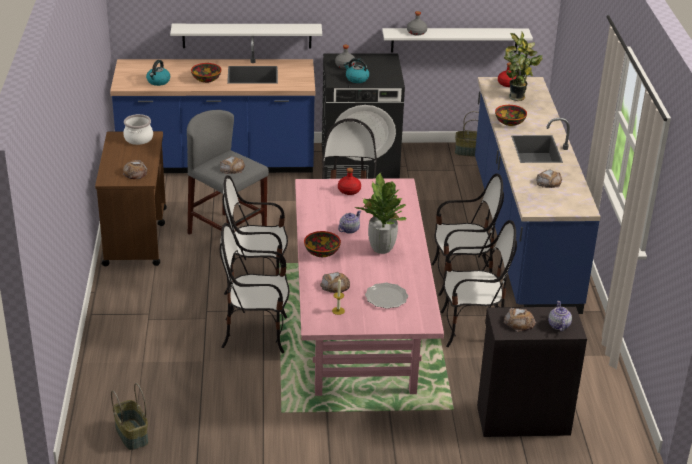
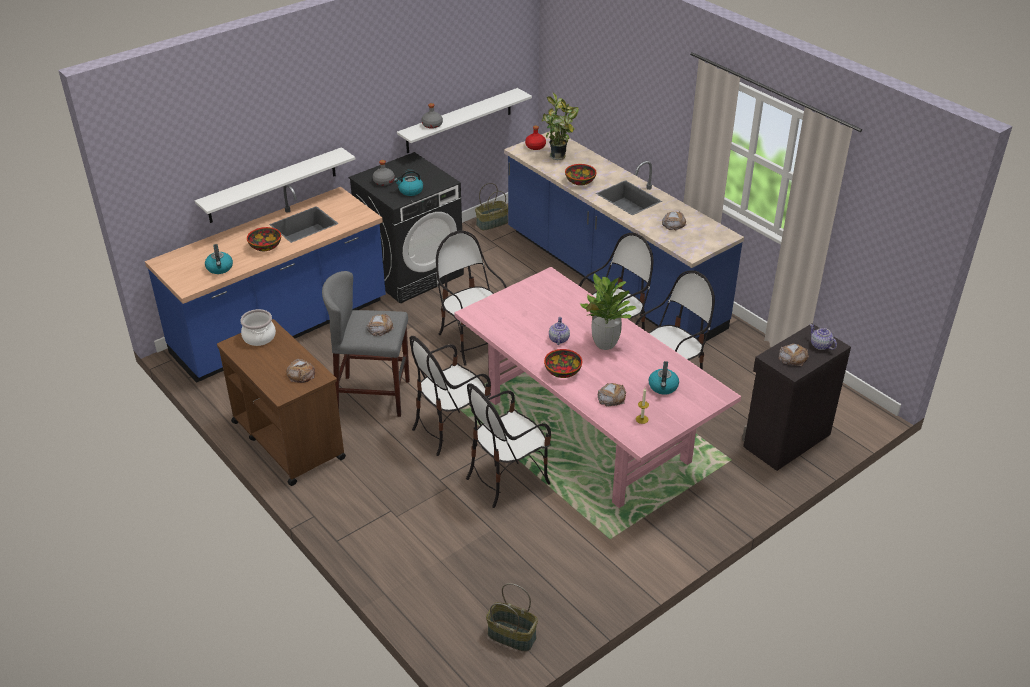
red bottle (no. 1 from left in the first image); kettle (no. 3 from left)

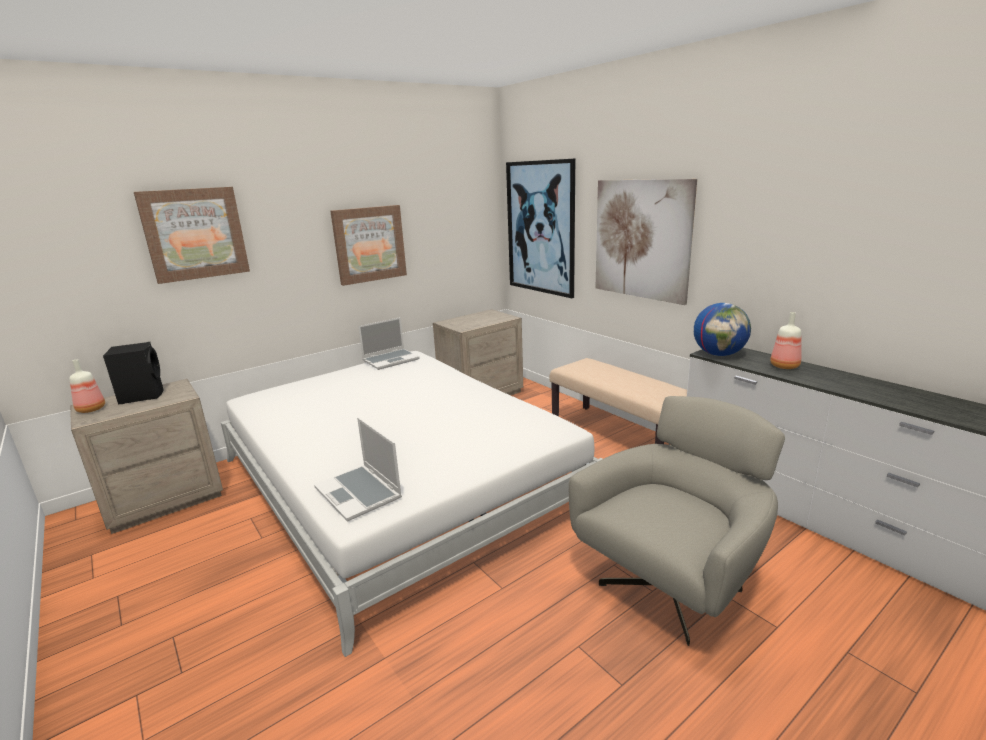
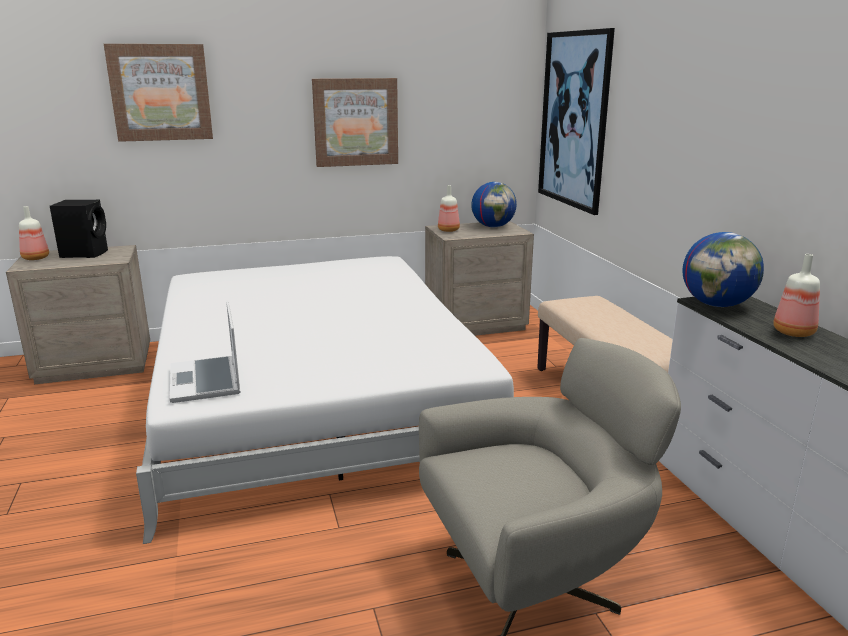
laptop (no. 2 from left in the first image); picture (no. 4 from left in the first image); bottle (no. 2 from left); globe (no. 1 from left)

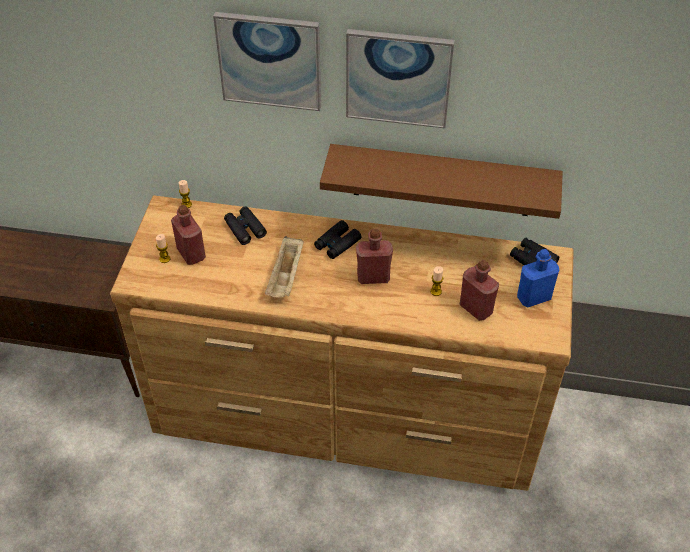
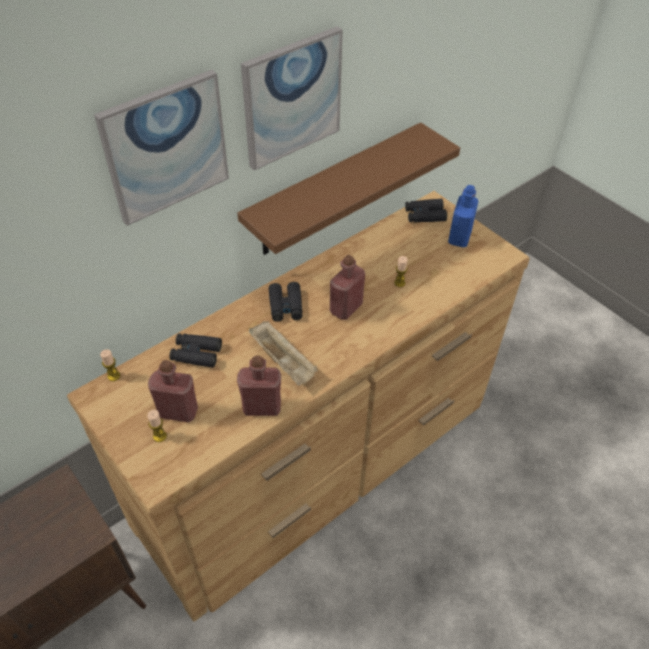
red bottle (no. 2 from left)

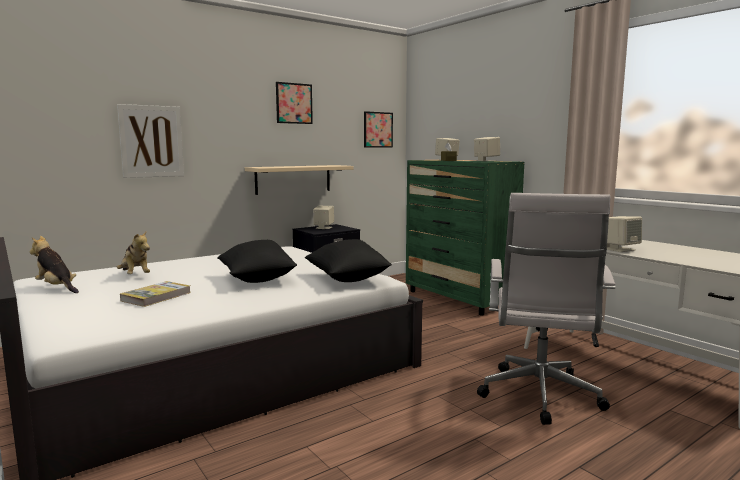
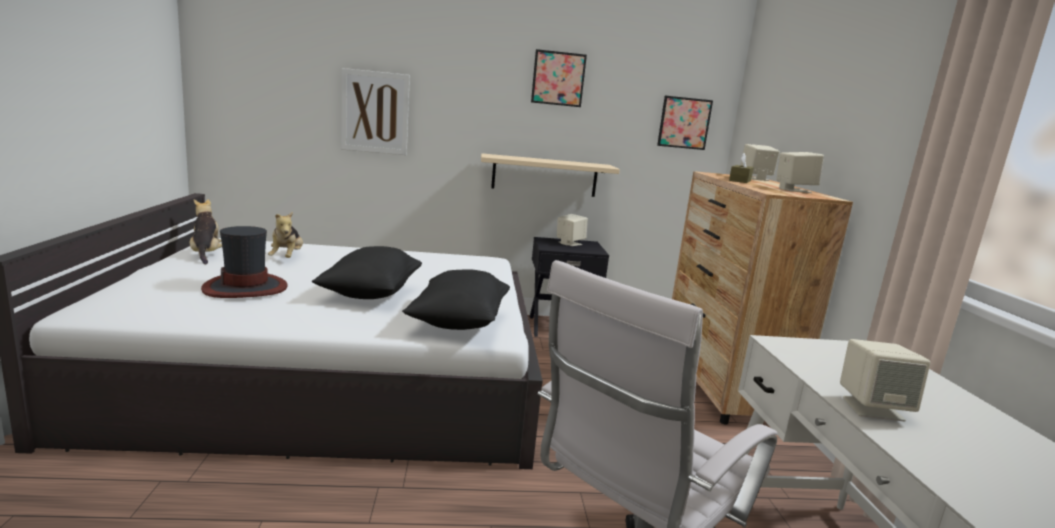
hat; brown dresser

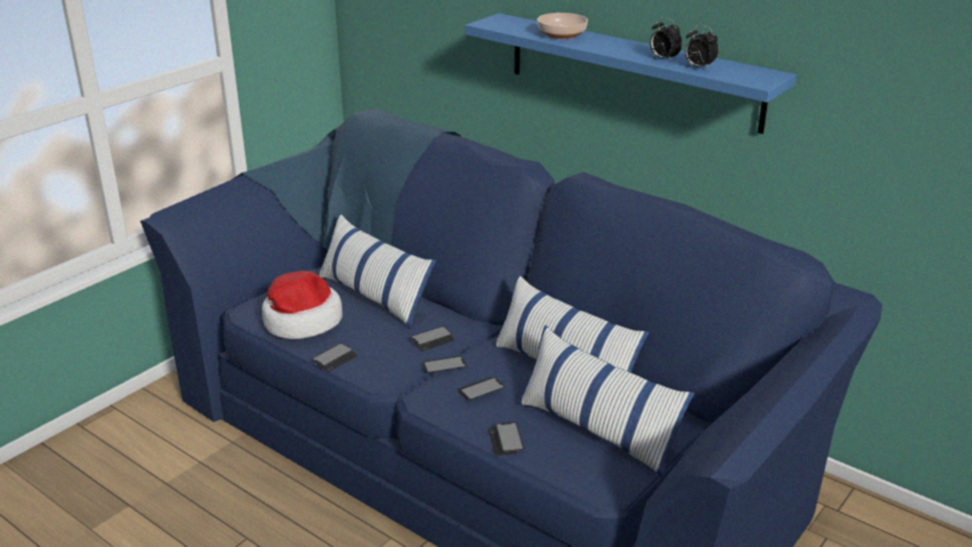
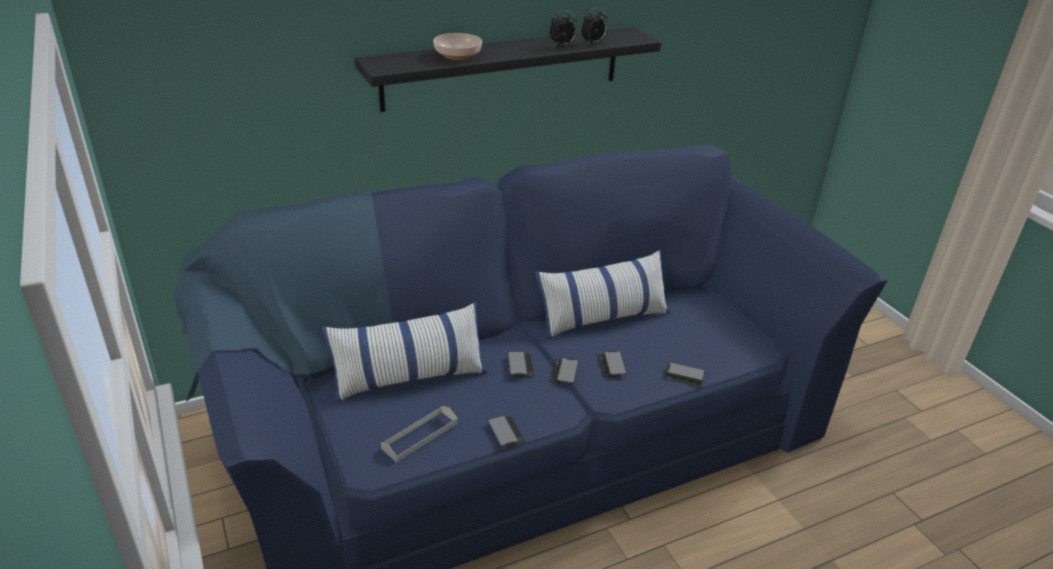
pillow (no. 3 from left in the first image); grey tray; black shelf

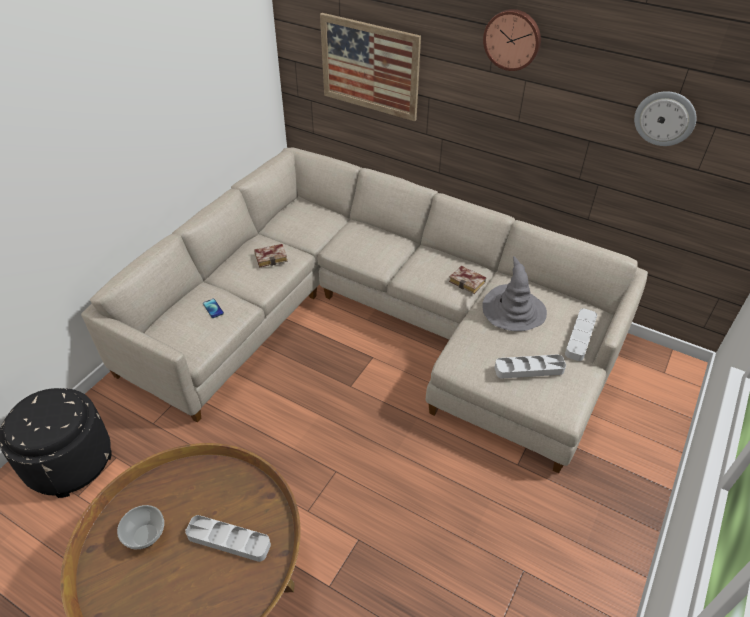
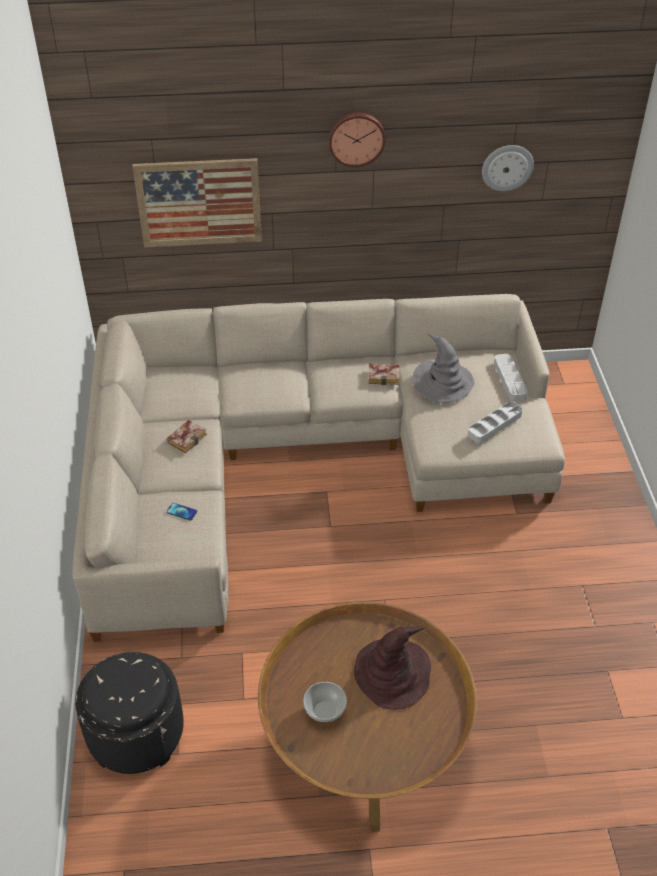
brown hat

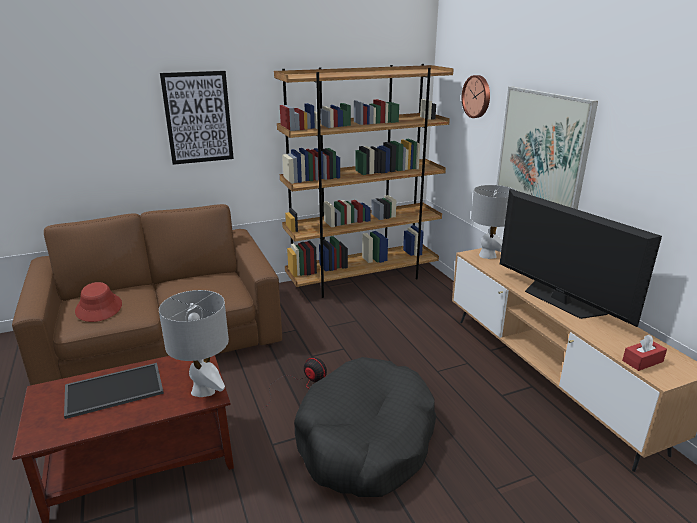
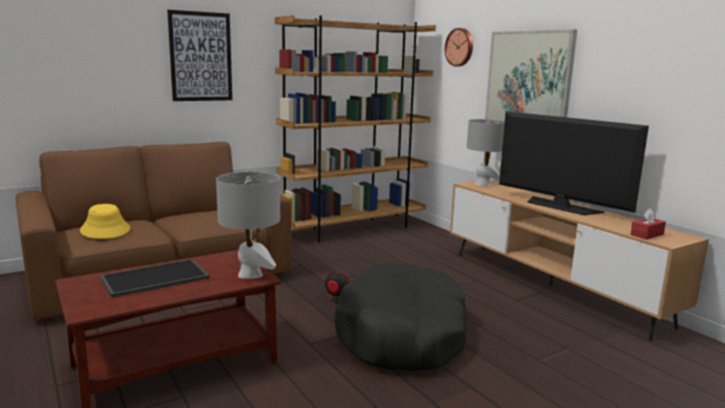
yellow hat

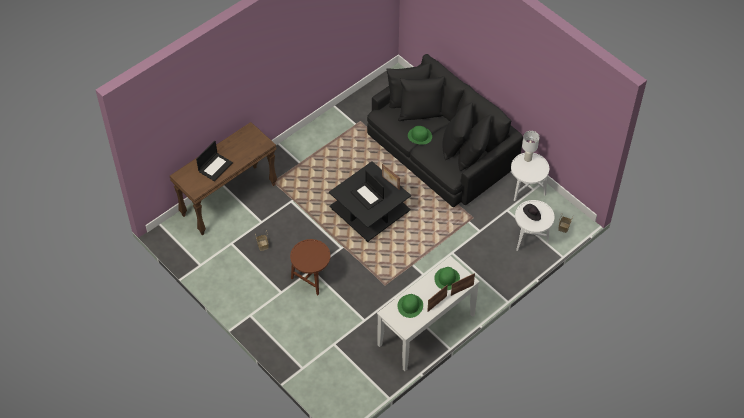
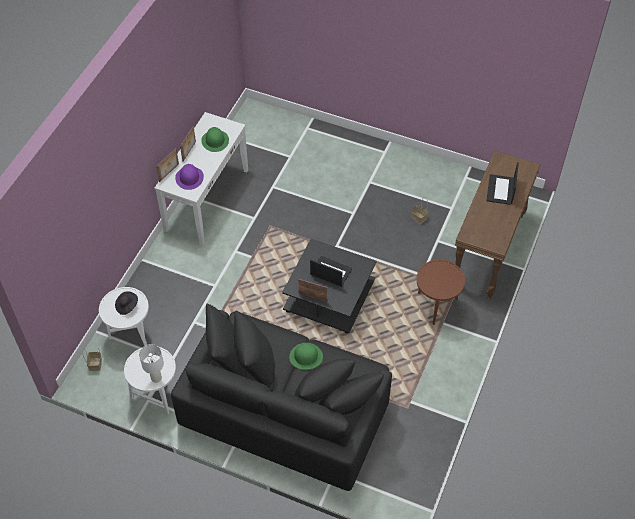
brown side table; purple hat

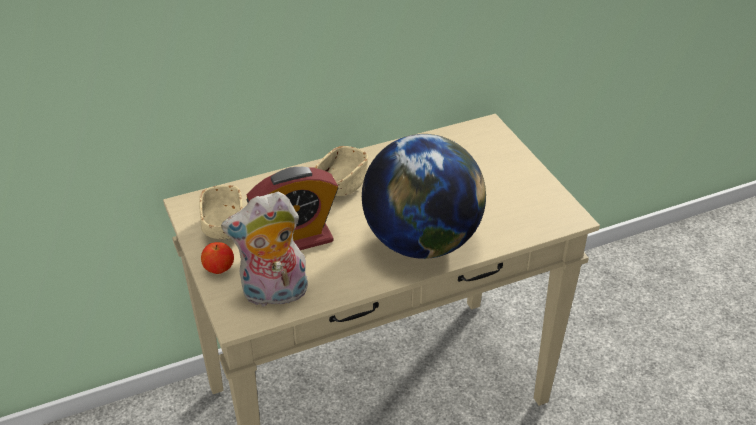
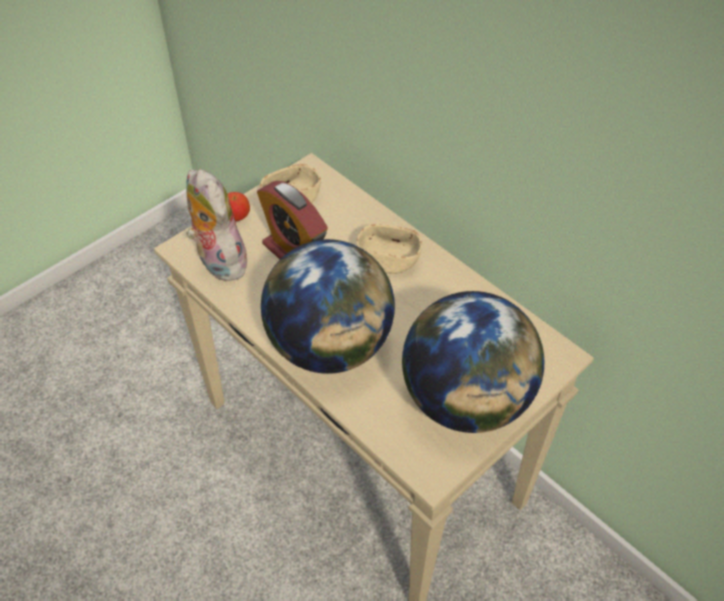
globe (no. 2 from left)

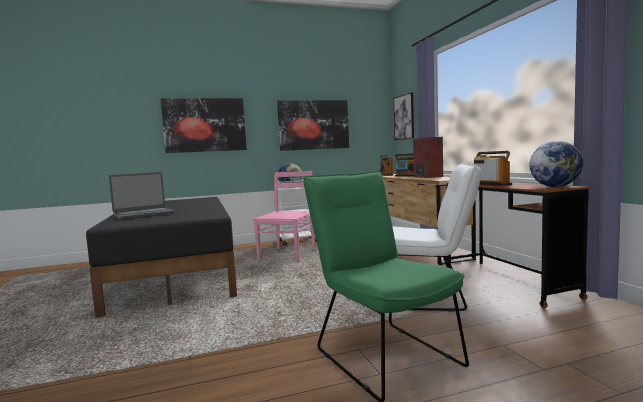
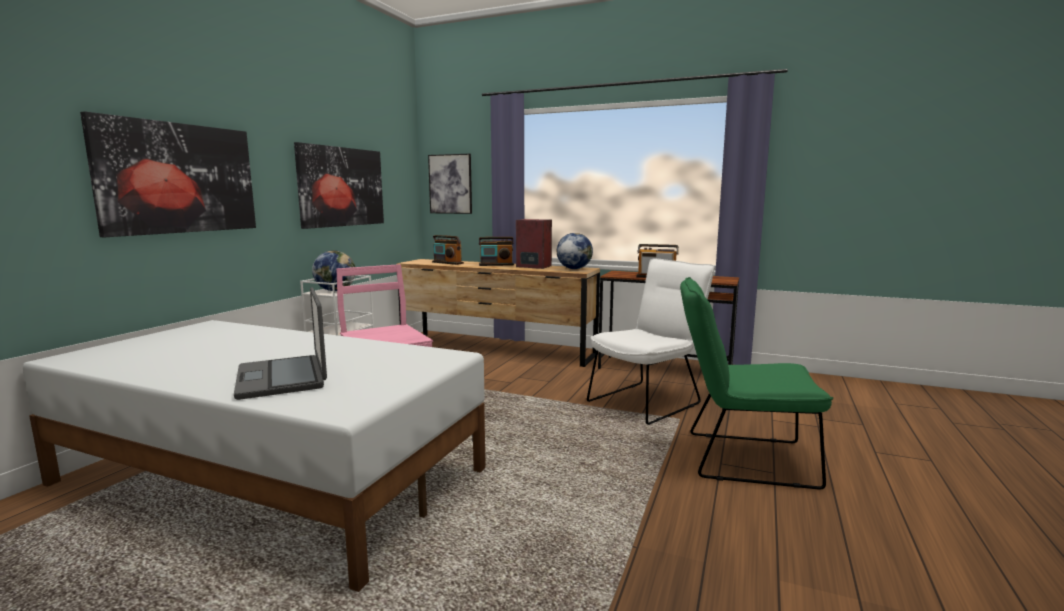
globe (no. 2 from left); white bed; laptop

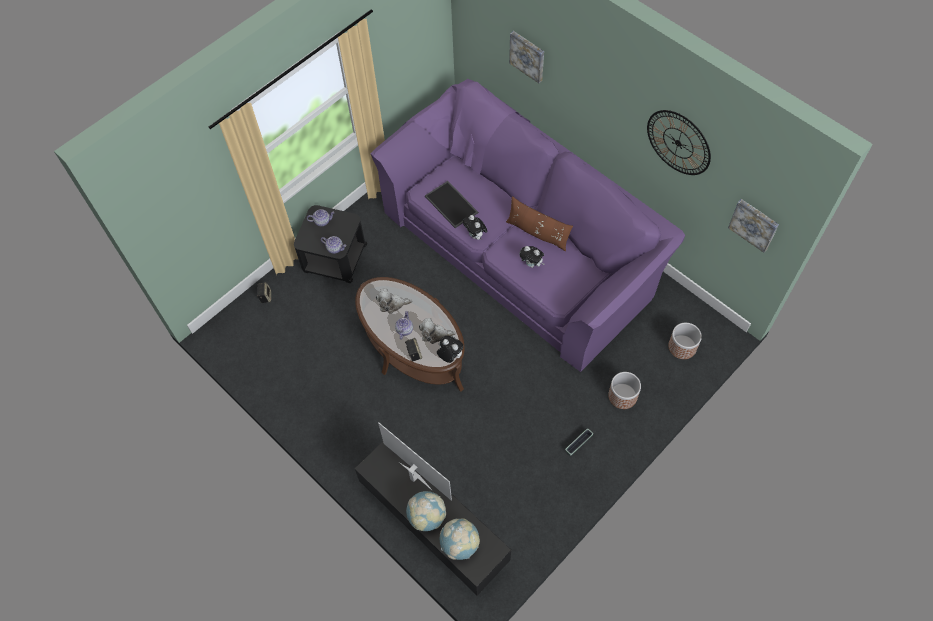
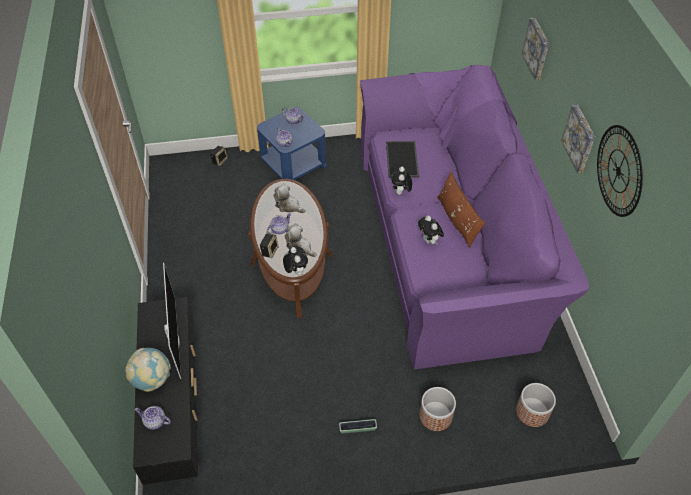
picture (no. 2 from left); teapot (no. 1 from left); blue side table

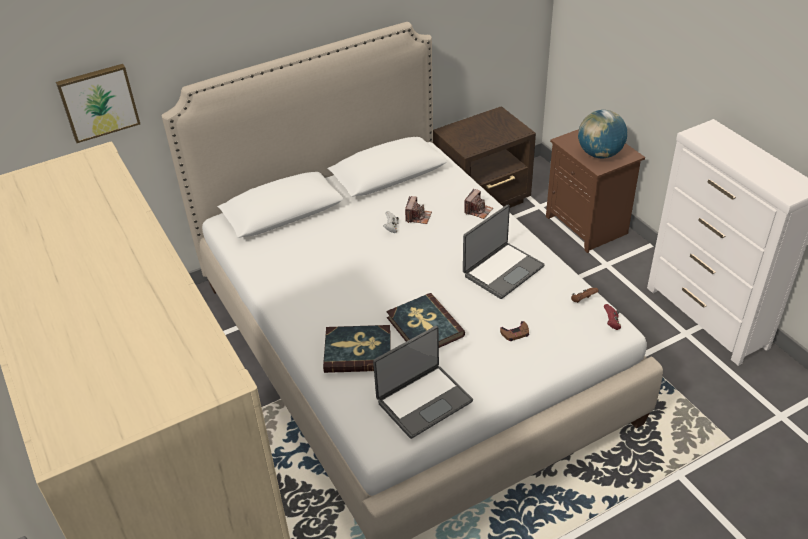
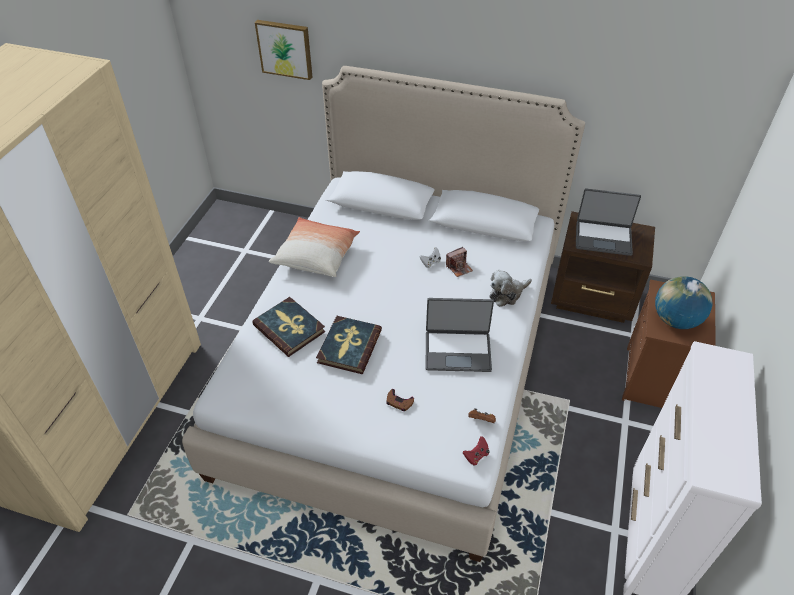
pillow; laptop (no. 2 from left); plush toy

